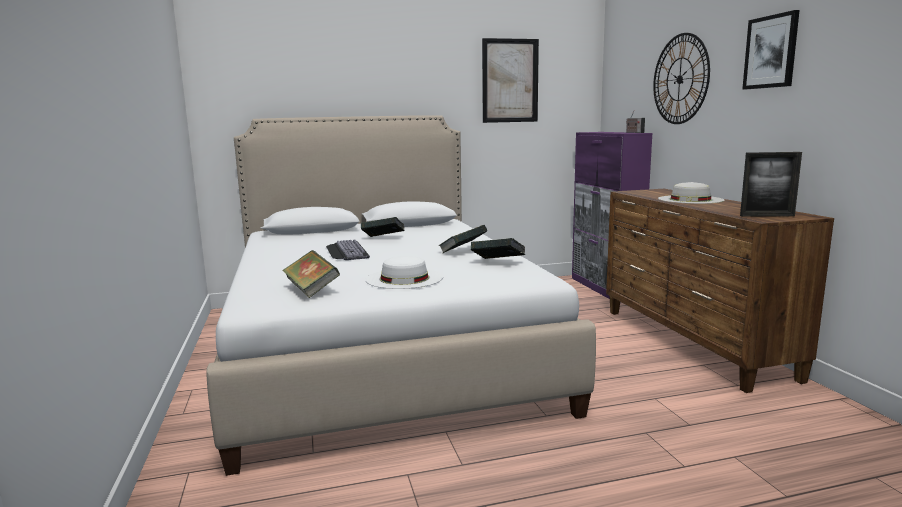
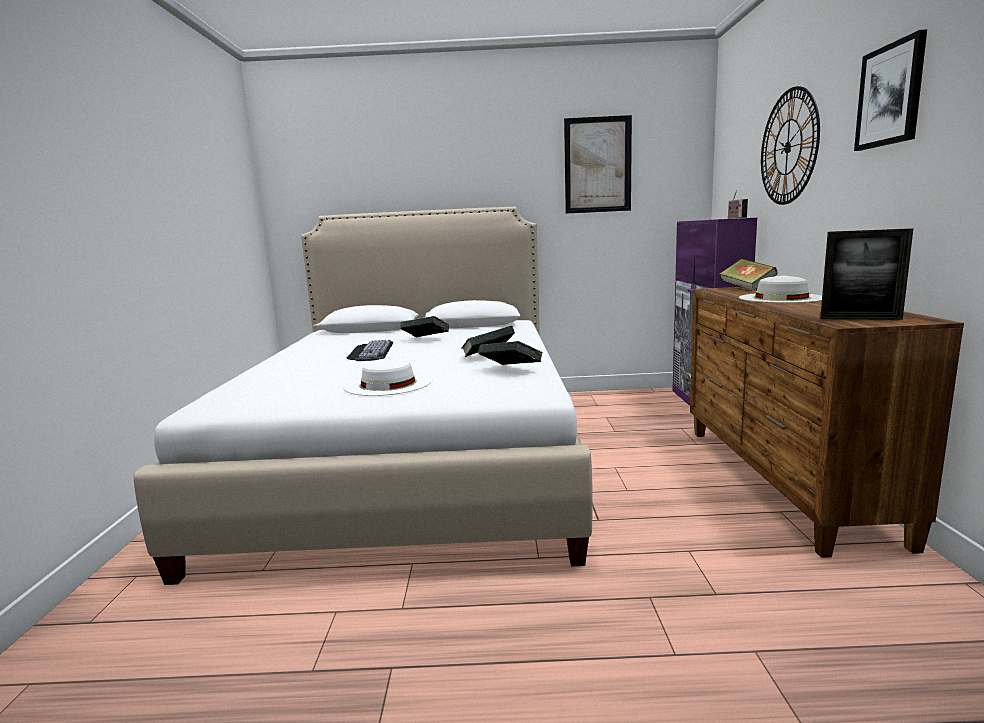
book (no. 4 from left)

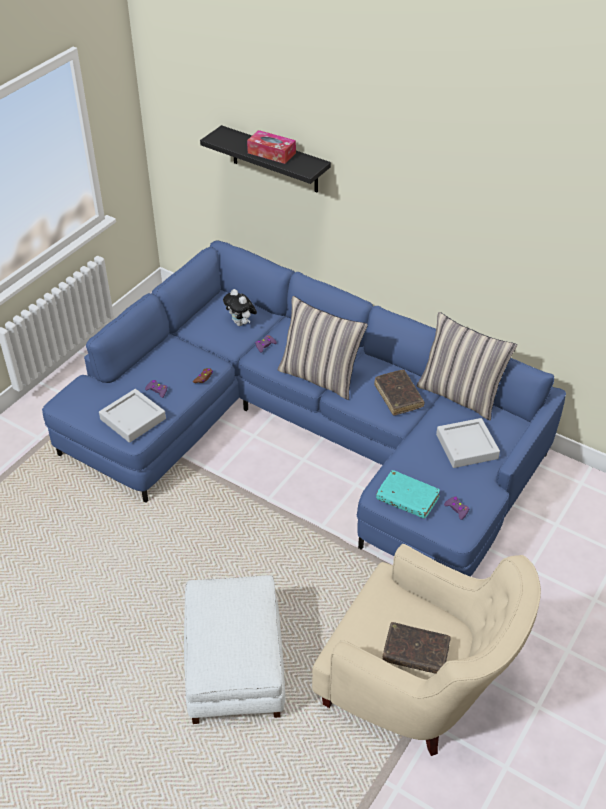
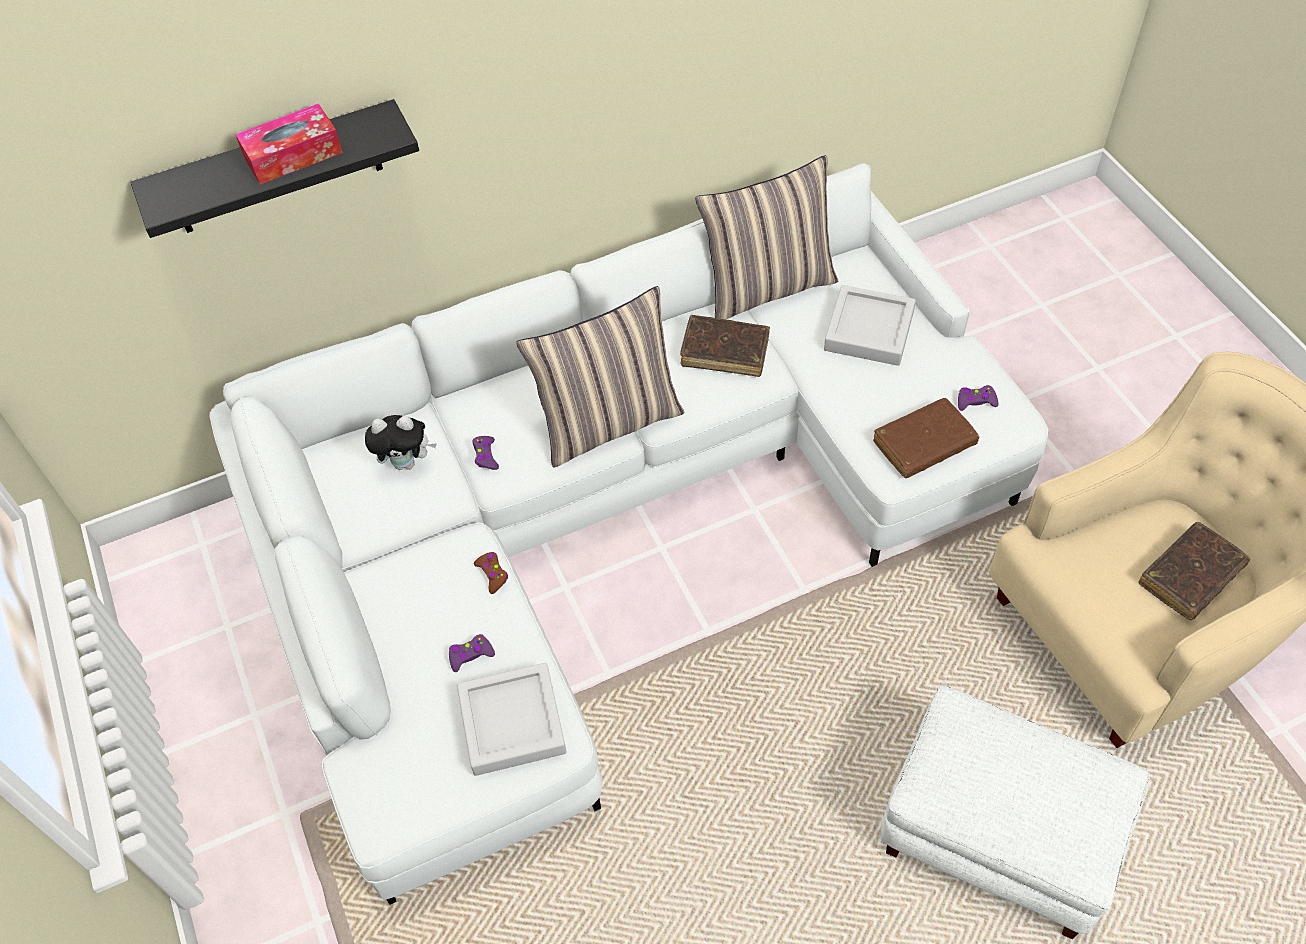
white sofa; brown book (no. 2 from left)

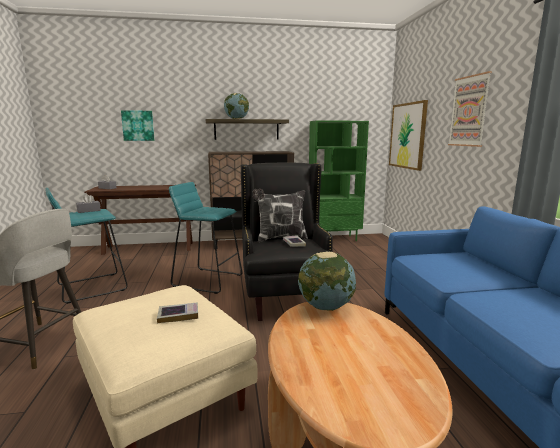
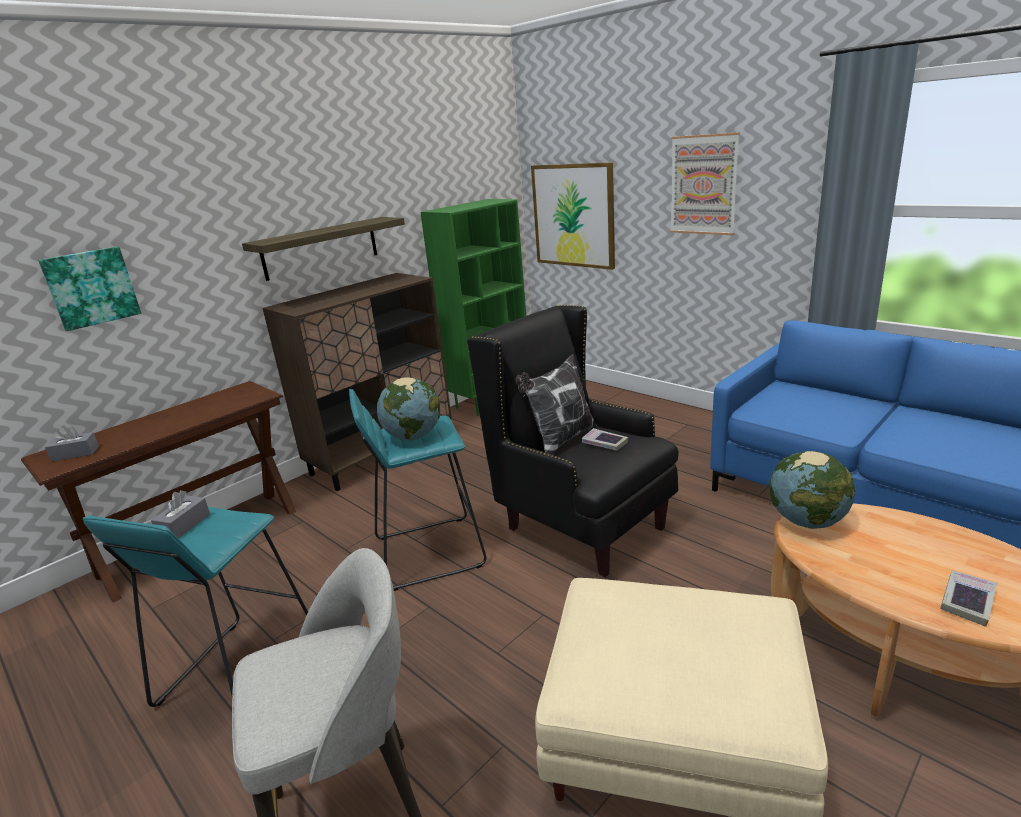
book (no. 2 from left); globe (no. 1 from left)

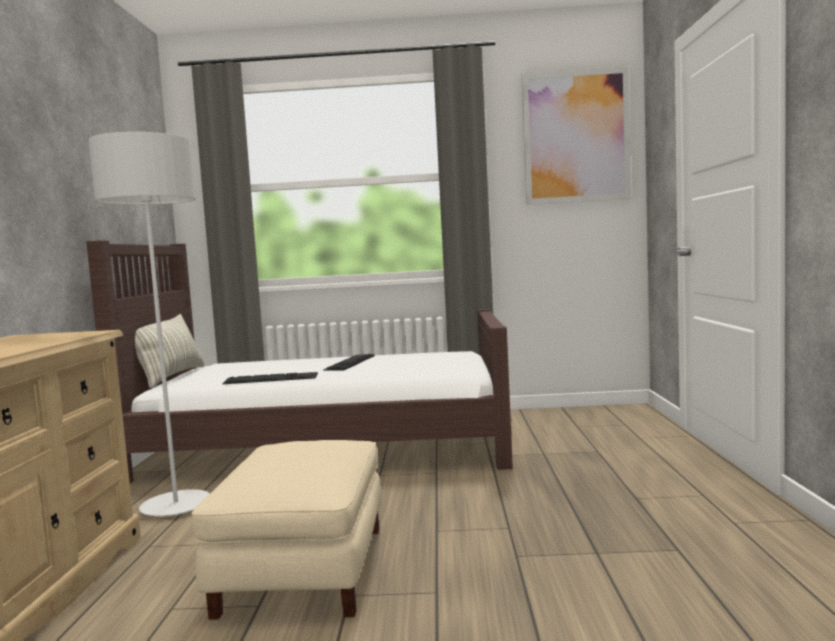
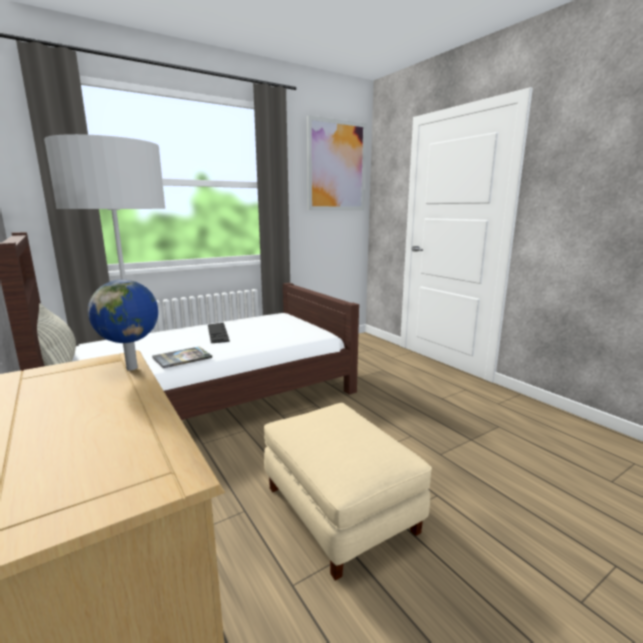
globe; book

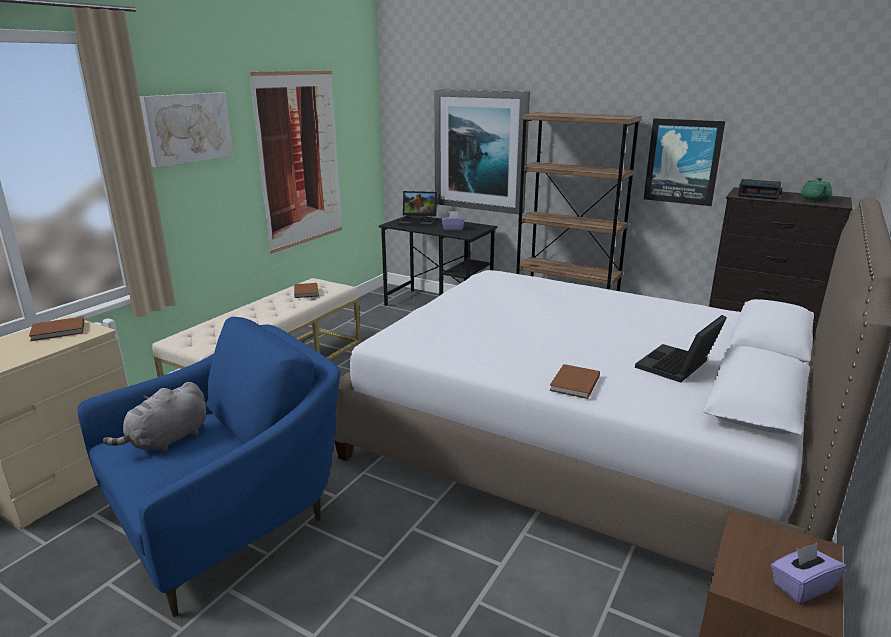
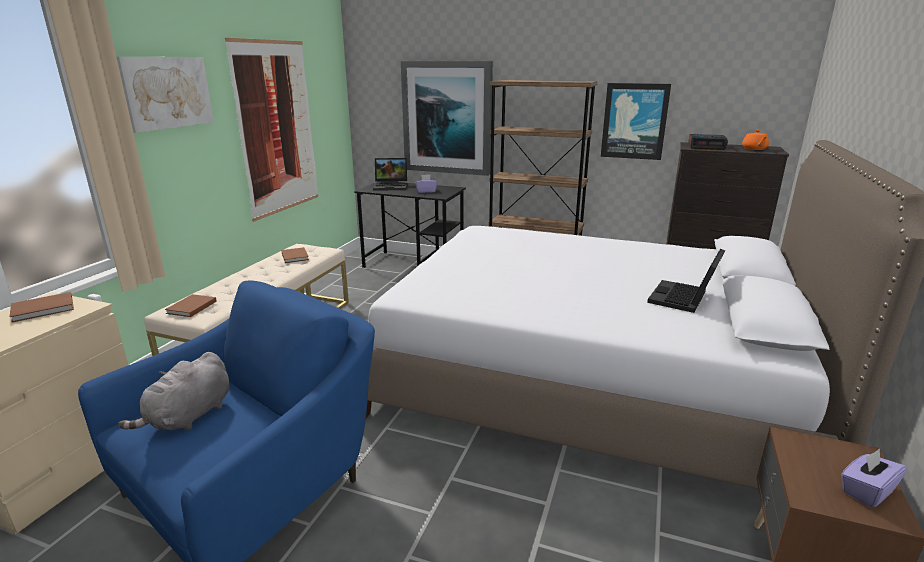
brown book (no. 2 from left); orange teapot

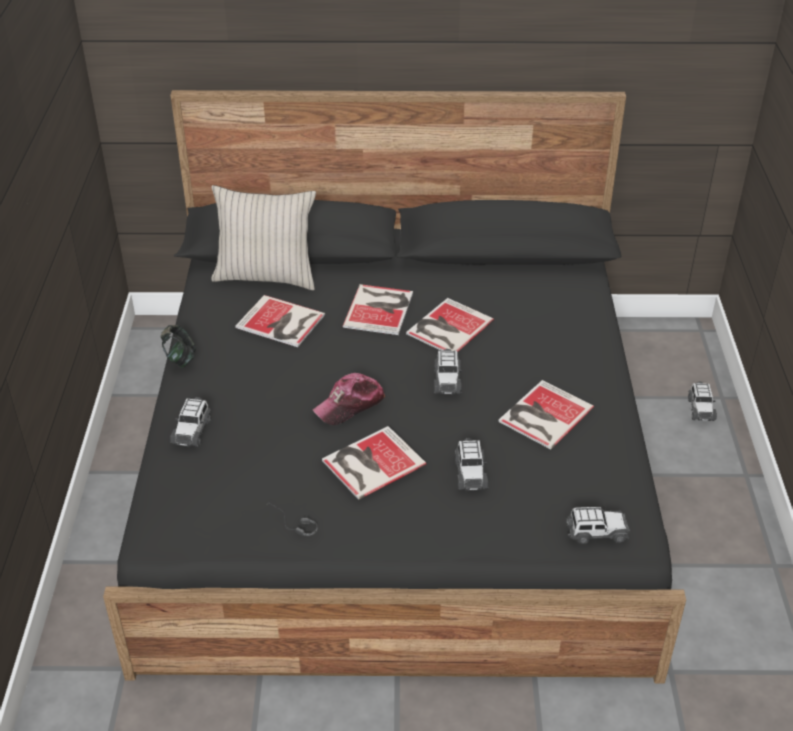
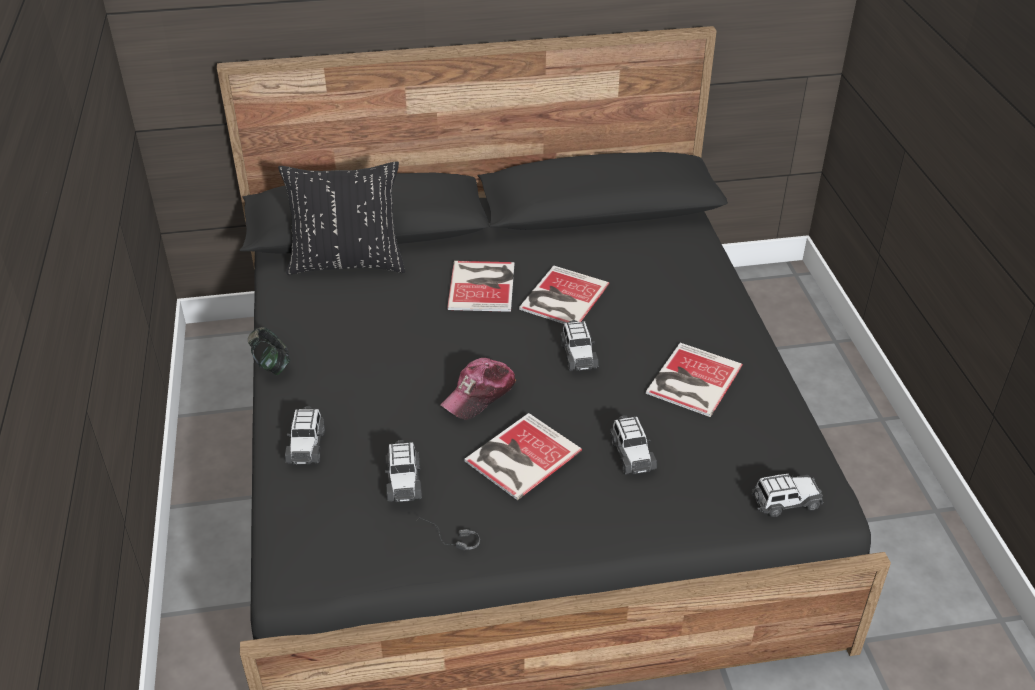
book (no. 1 from left in the first image); toy car (no. 2 from left); black pillow

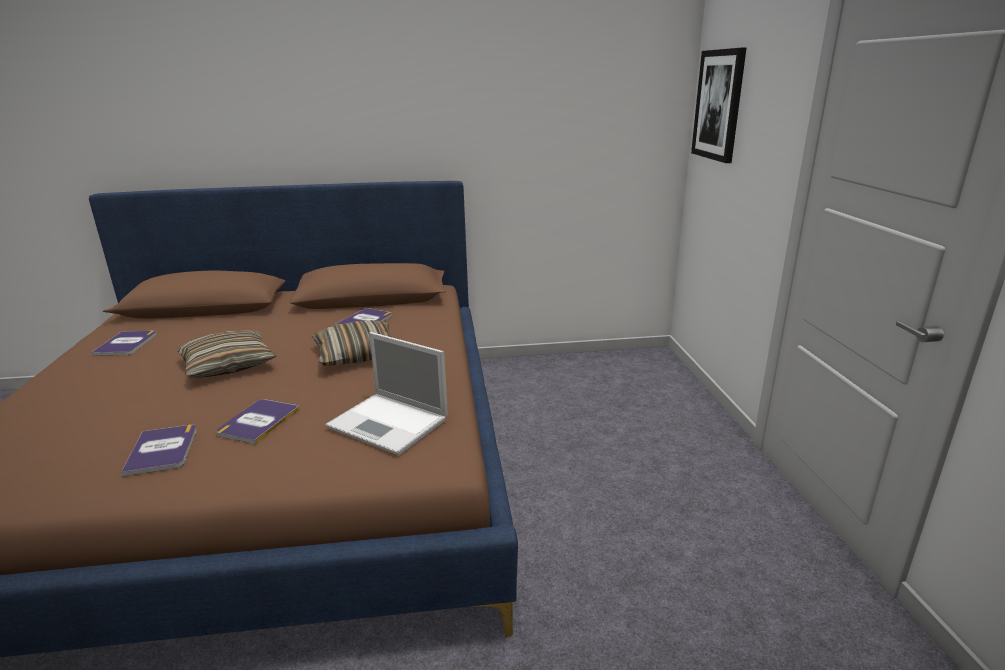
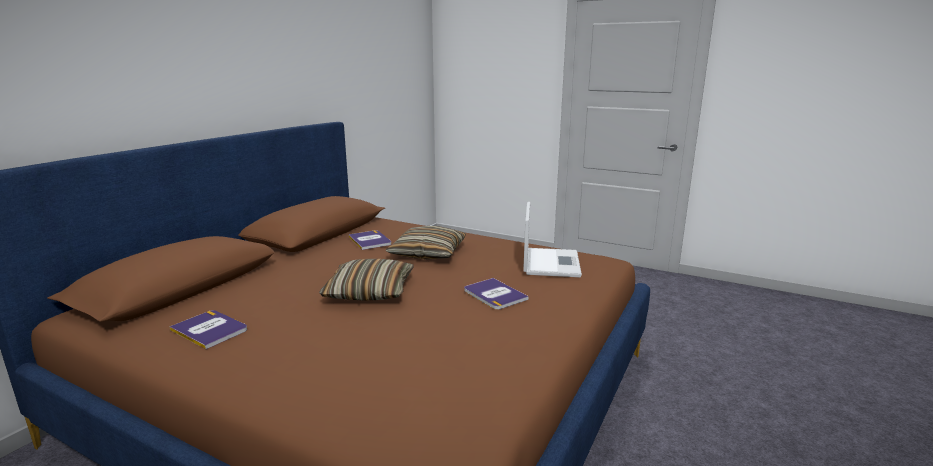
book (no. 2 from left in the first image); picture; laptop

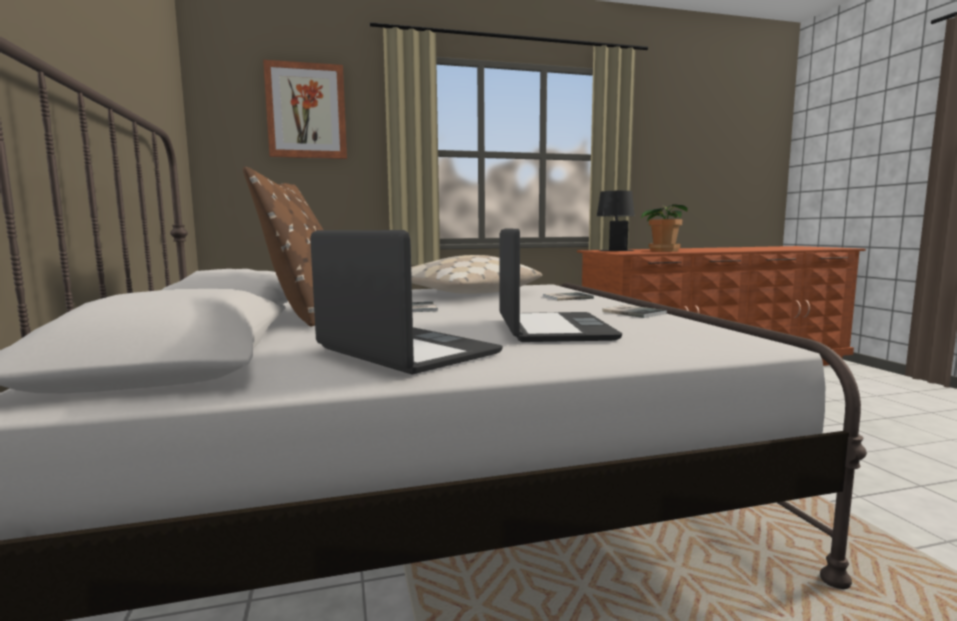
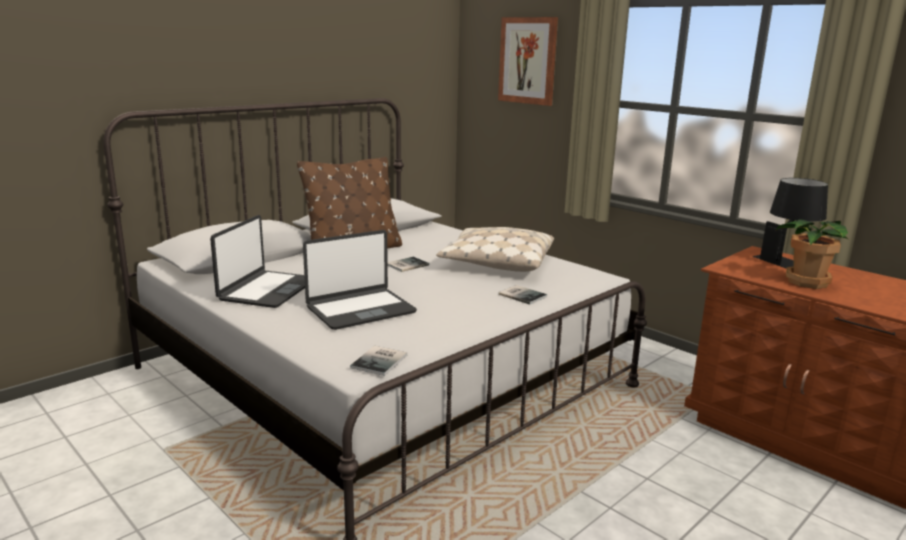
book (no. 1 from left)

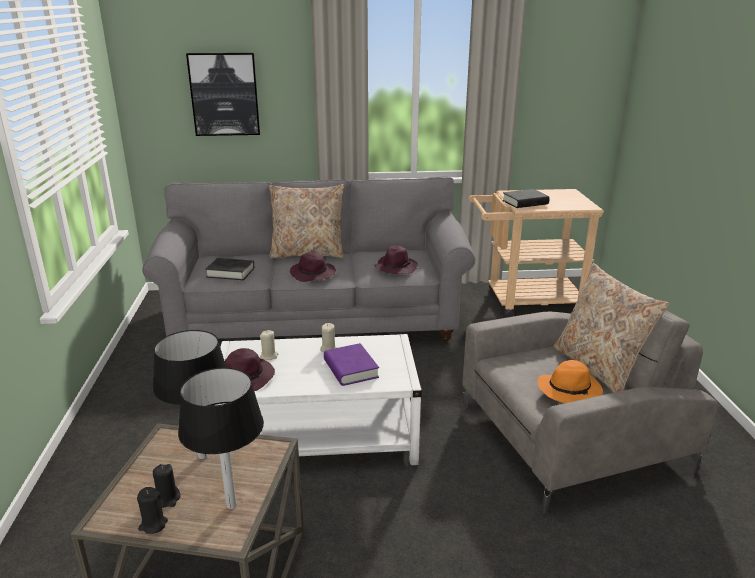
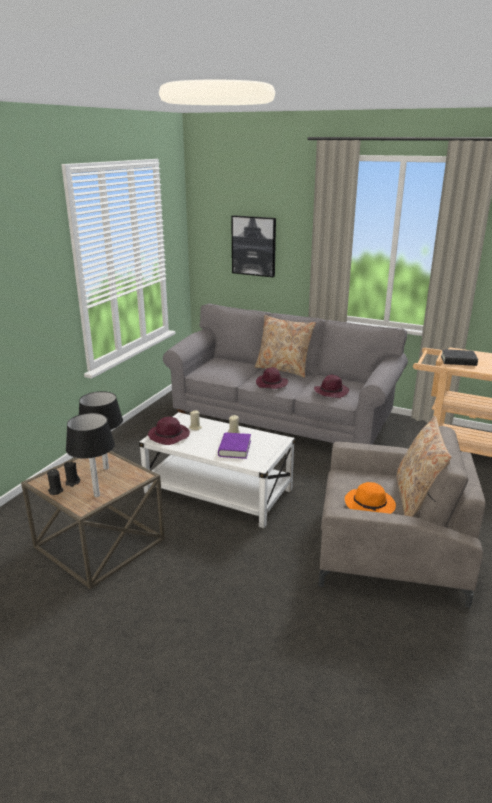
black book (no. 1 from left in the first image)

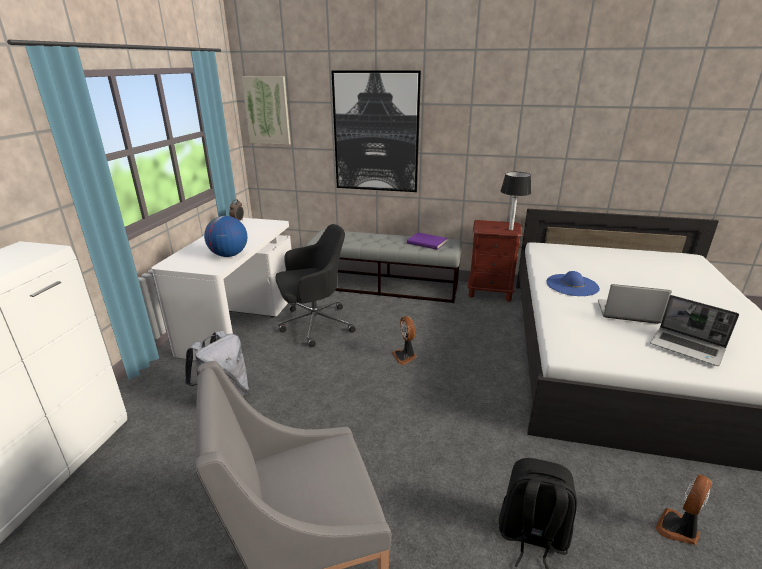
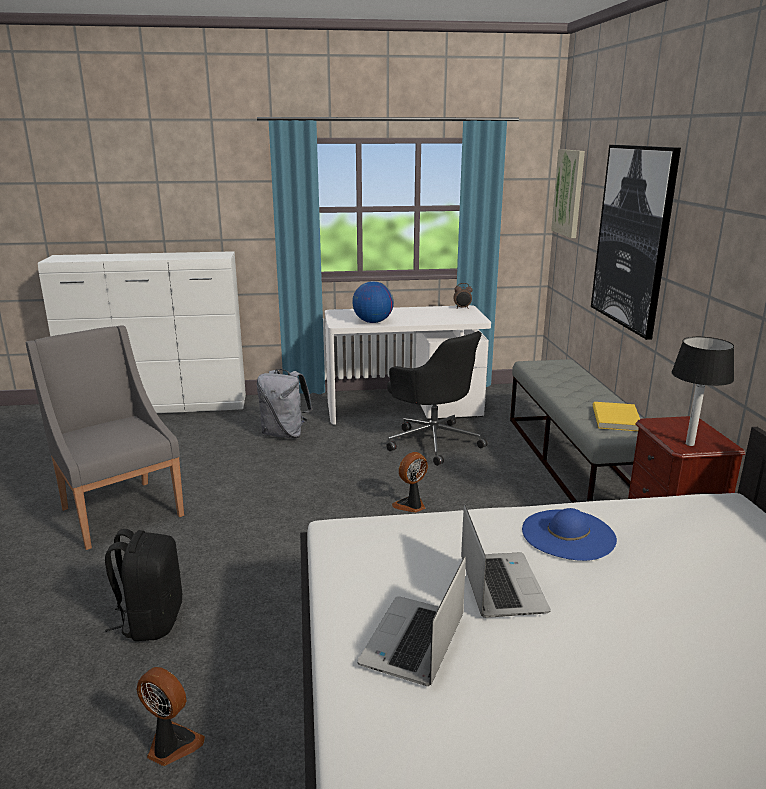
yellow book

